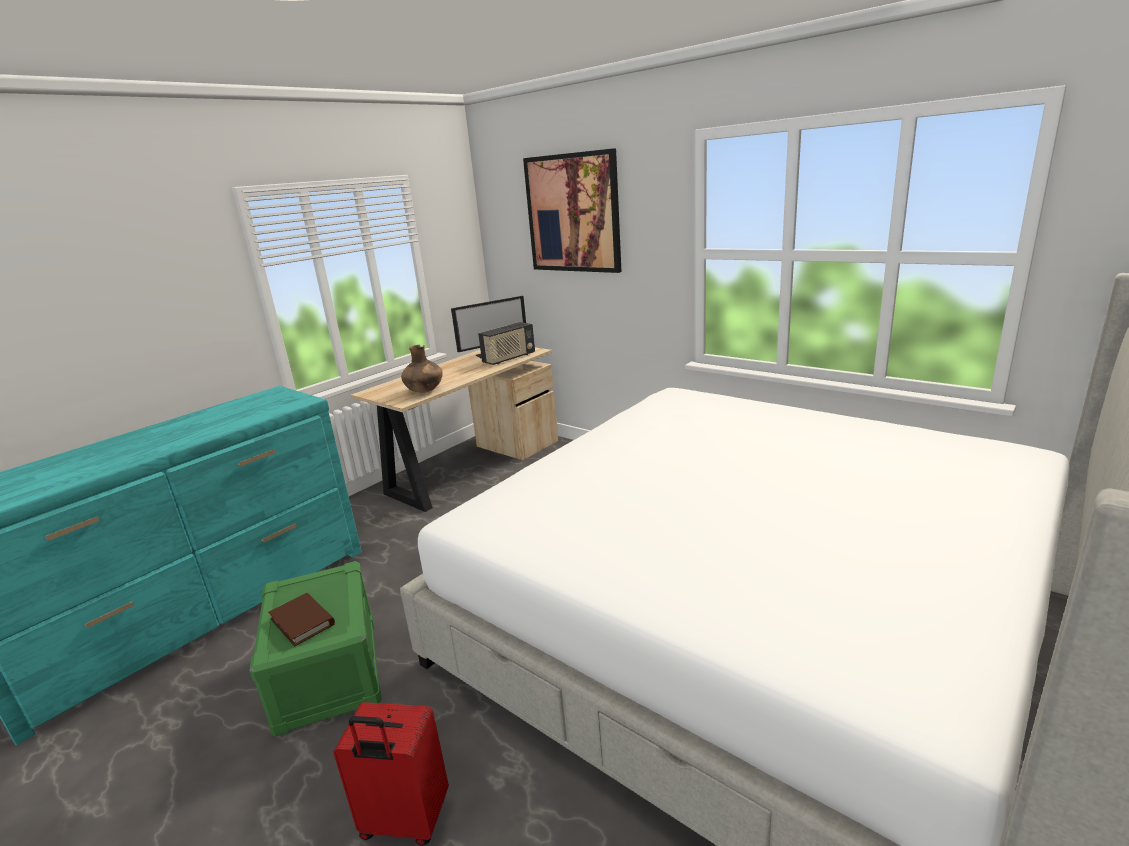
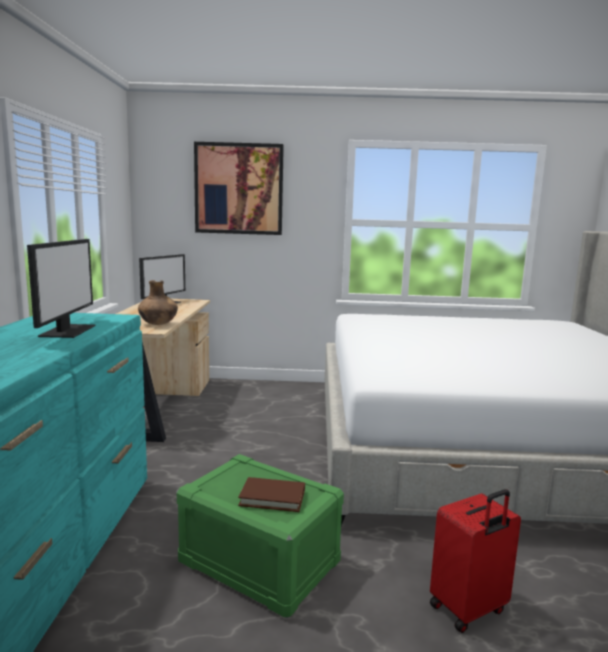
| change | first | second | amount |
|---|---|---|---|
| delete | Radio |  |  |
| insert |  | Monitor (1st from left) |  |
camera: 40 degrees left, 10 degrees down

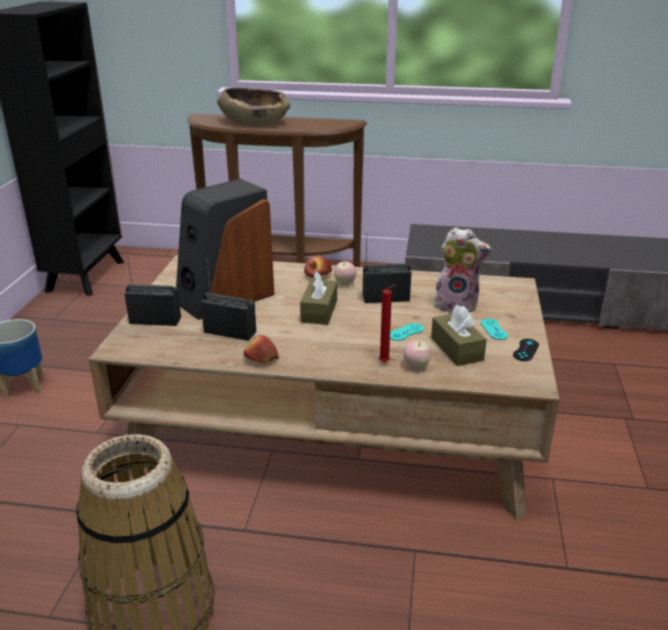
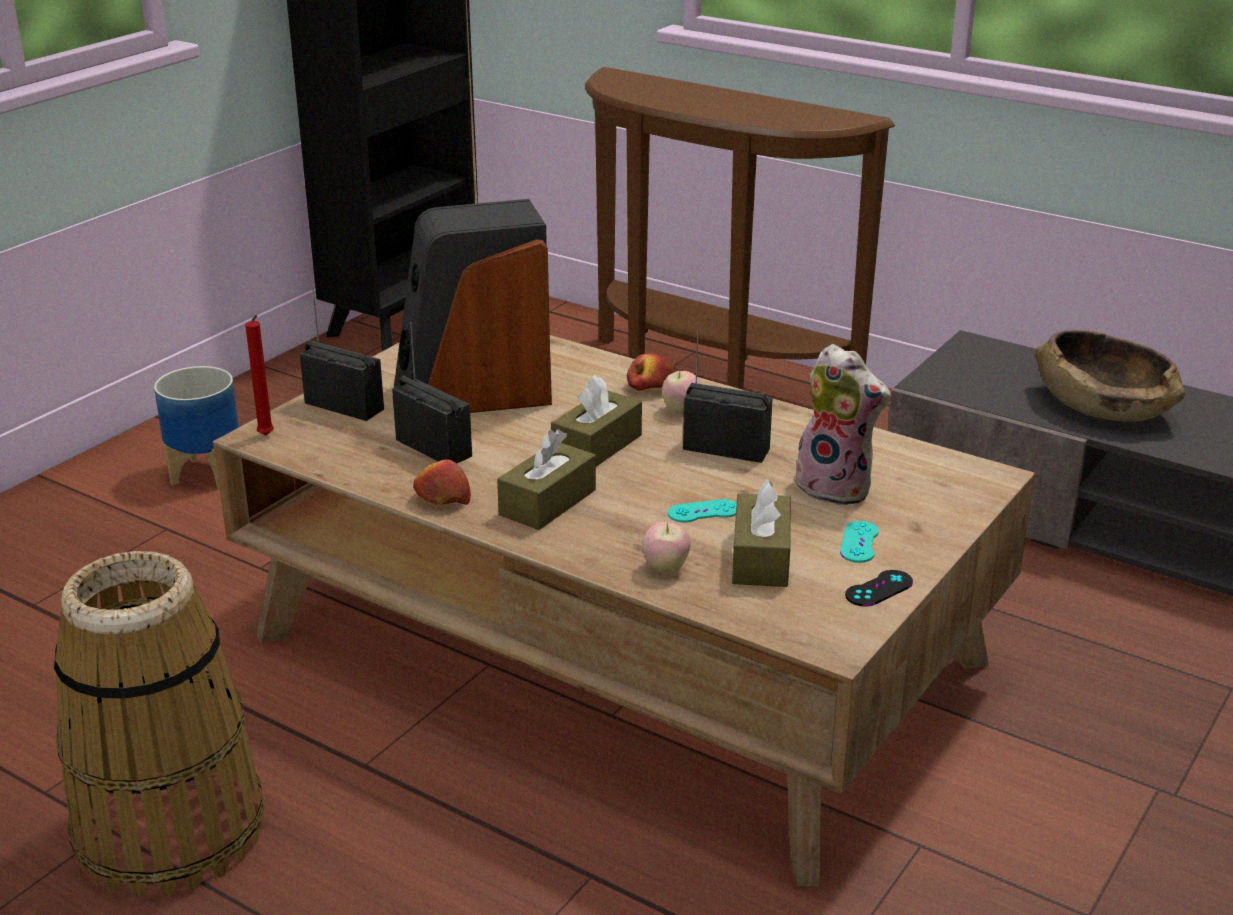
| change | first | second | amount |
|---|---|---|---|
| move | Schüssel [braun] |  |  |
| move | Kerze [rot] |  |  |
| insert |  | Taschentuchbox [braun] (1st from left) |  |
camera: 25 degrees right, 0 degrees up

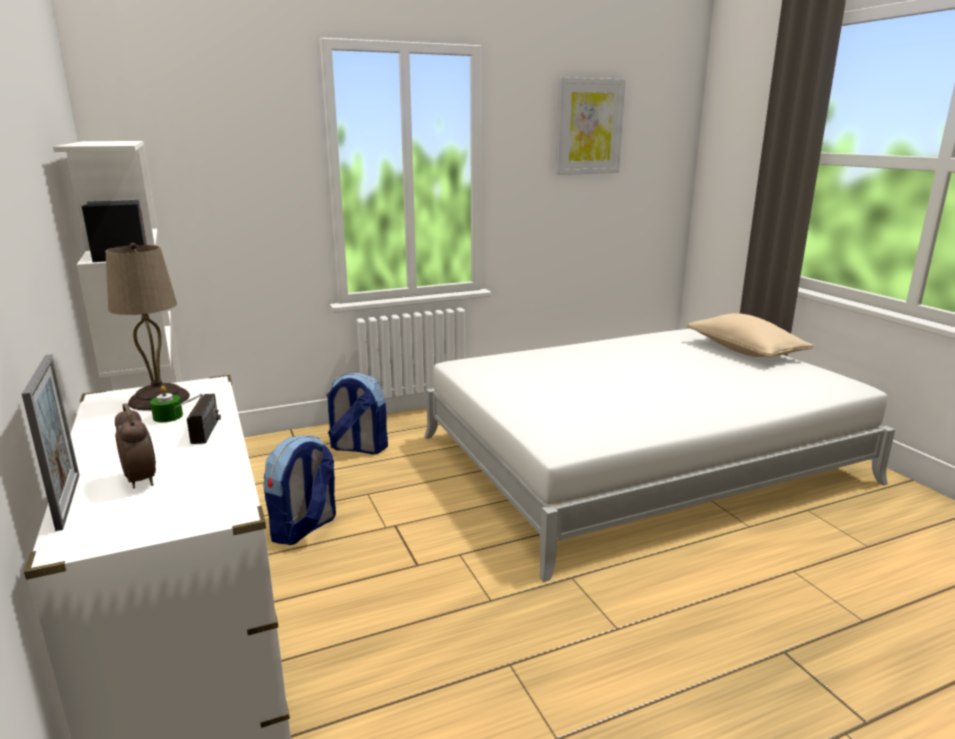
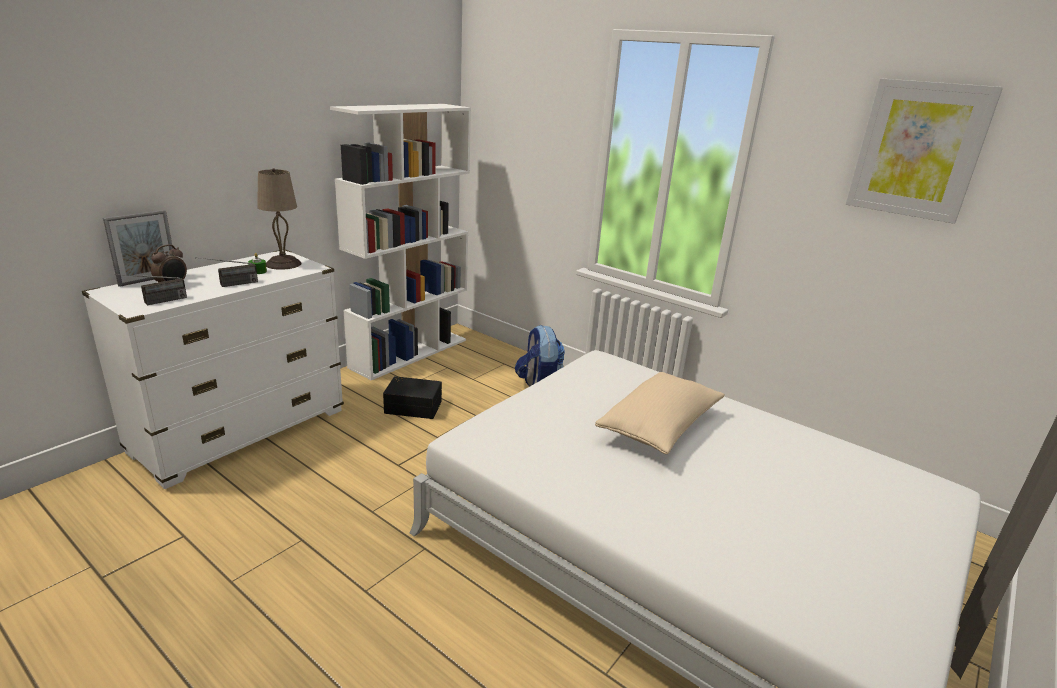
| change | first | second | amount |
|---|---|---|---|
| move | Kissen [beige] |  |  |
| replace | Rucksack (1st from left) | Aufbewahrungsbox [schwarz] |  |
| insert |  | Radio (1st from left) |  |
camera: 60 degrees right, 5 degrees up

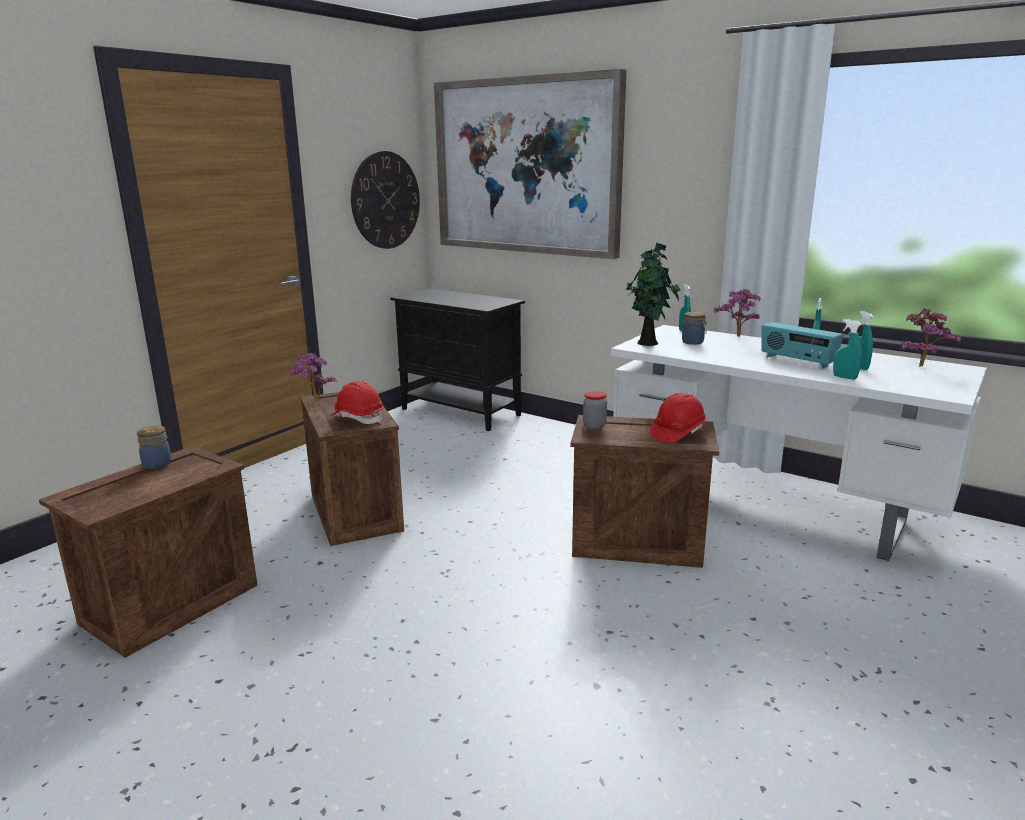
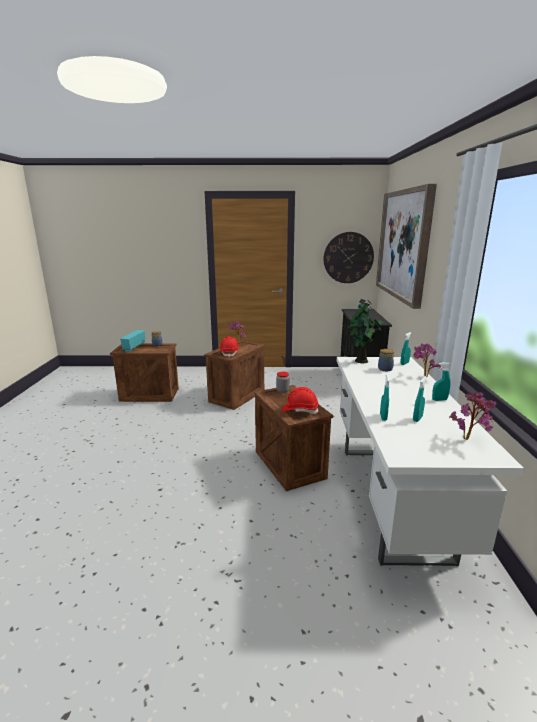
| change | first | second | amount |
|---|---|---|---|
| move | Radio |  |  |
camera: 55 degrees right, 0 degrees up

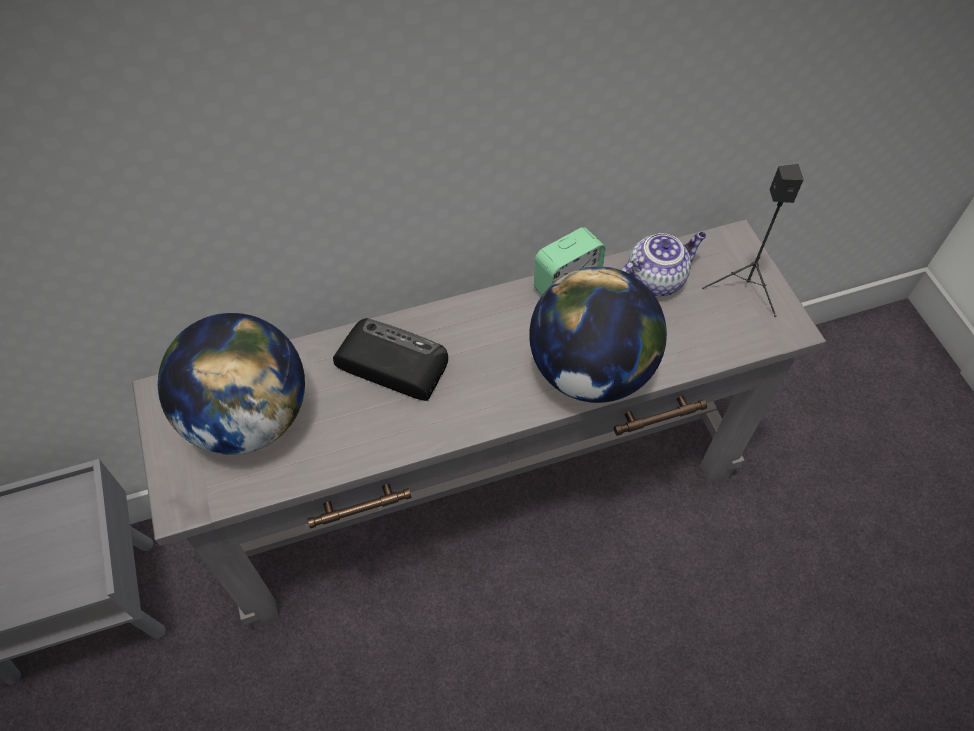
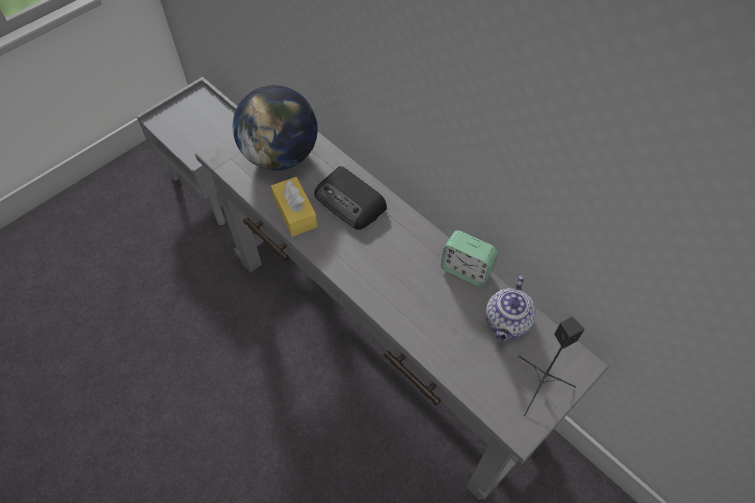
| change | first | second | amount |
|---|---|---|---|
| rotate | Teekanne |  | 75 degrees clockwise |
| delete | Globus (2nd from left) |  |  |
| rotate | Radio |  | 135 degrees clockwise |
| insert |  | Taschentuchbox [gelb] |  |
camera: 65 degrees right, 0 degrees up

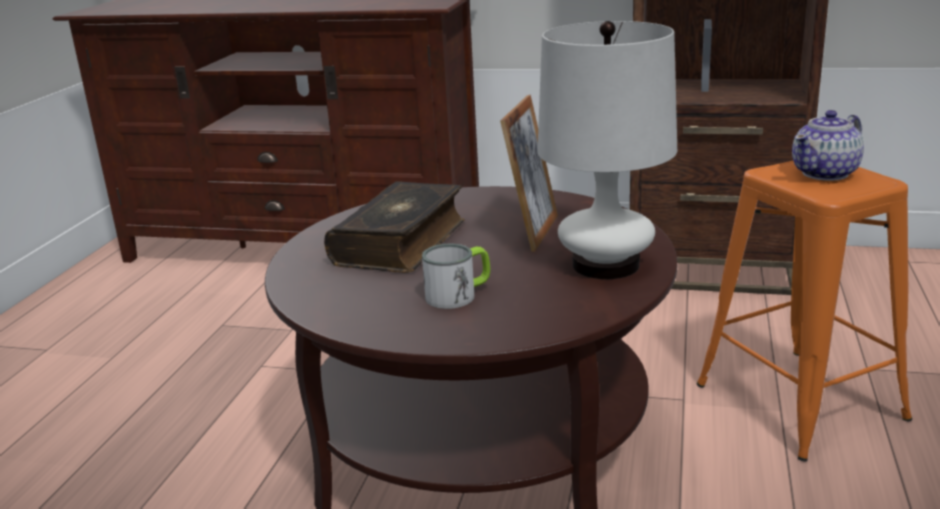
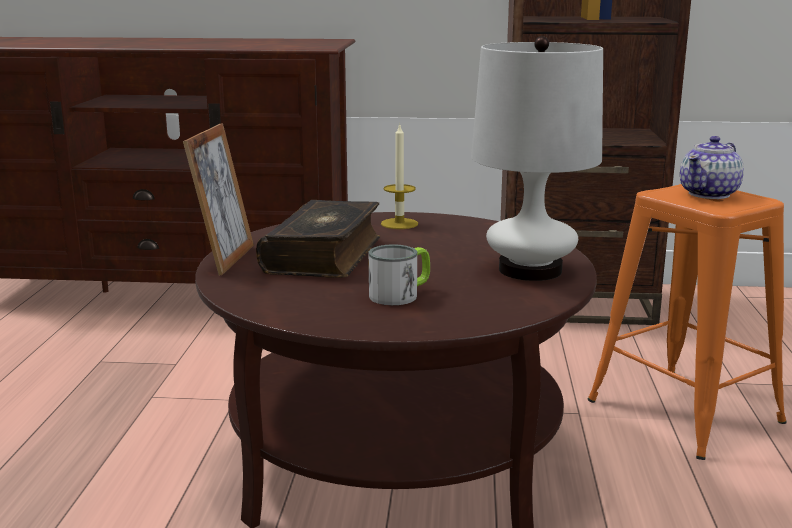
| change | first | second | amount |
|---|---|---|---|
| move | Bilderrahmen |  |  |
| insert |  | Kerze |  |
camera: 10 degrees left, 5 degrees down

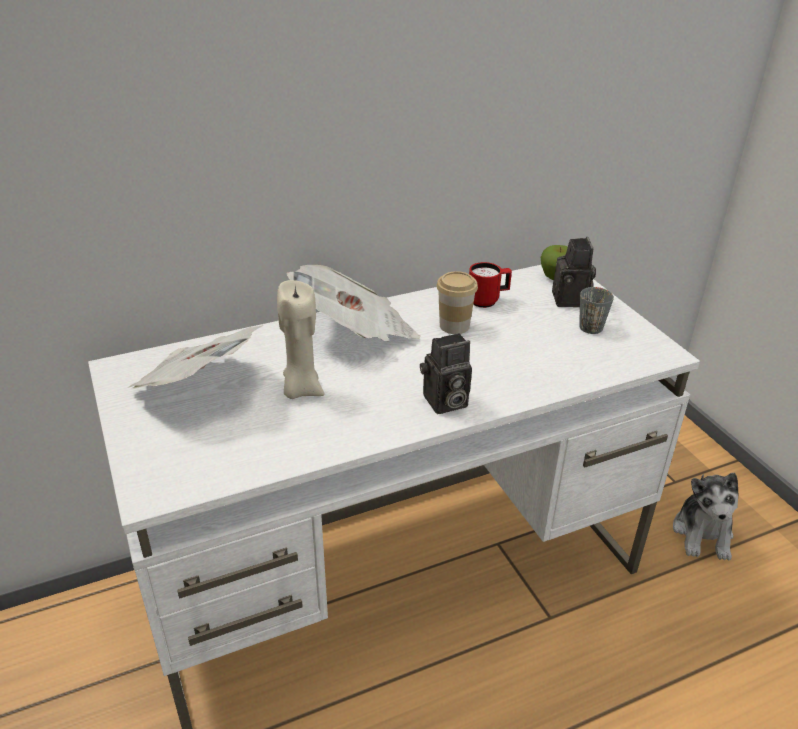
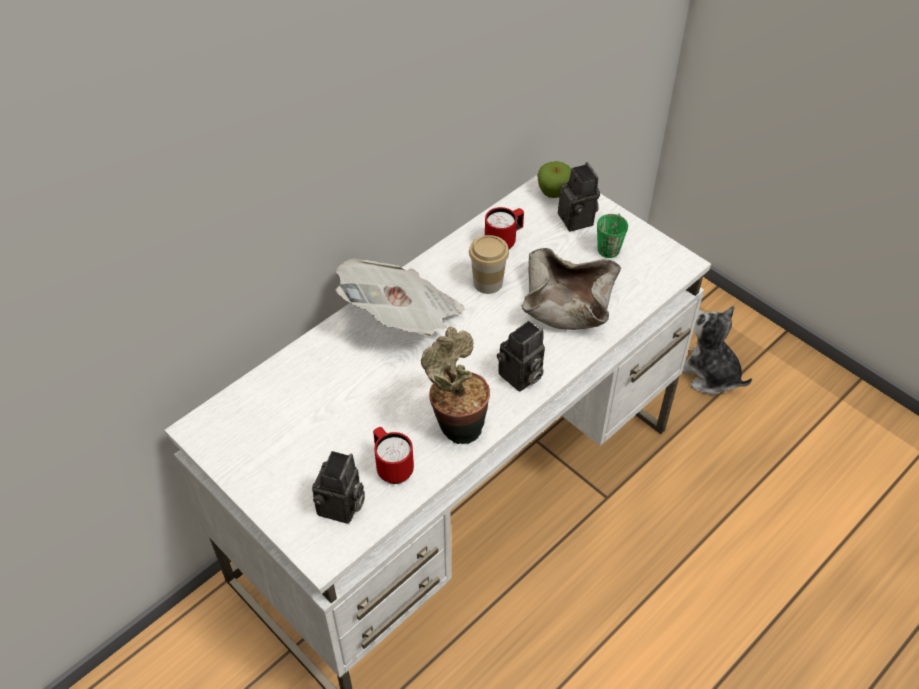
| change | first | second | amount |
|---|---|---|---|
| delete | Kerze [beige] |  |  |
| recolor | Henkelbecher [grau] | Henkelbecher [grün] |  |
| delete | Zeitung (1st from left) |  |  |
| rotate | Plüschtier |  | 150 degrees clockwise |
| insert |  | Schüssel [beige] |  |
| insert |  | Topfpflanze |  |
| insert |  | Henkelbecher [rot] (1st from left) |  |
| insert |  | Kamera (1st from left) |  |
camera: 20 degrees left, 15 degrees up

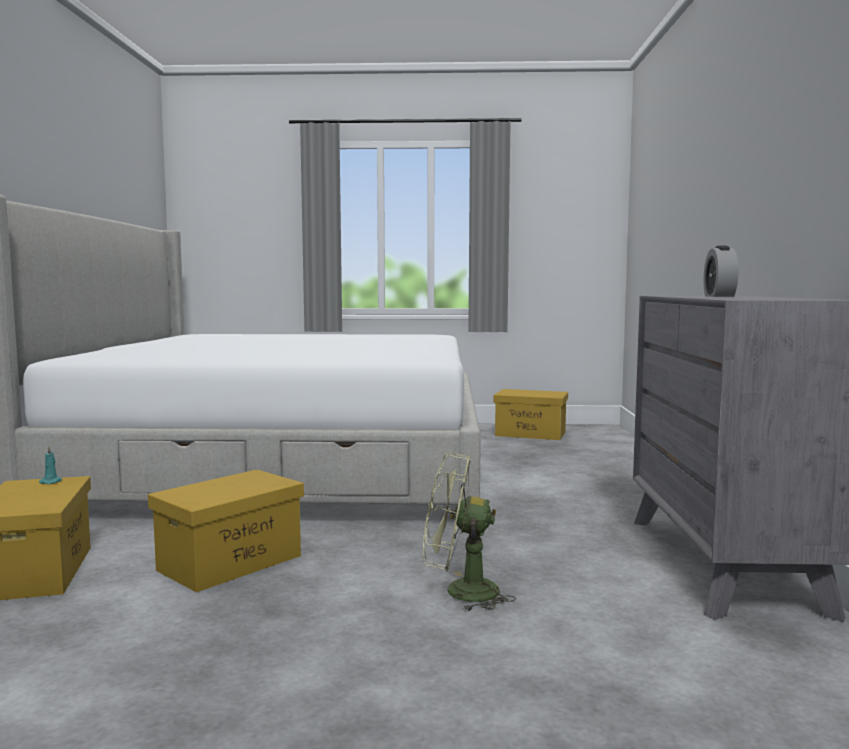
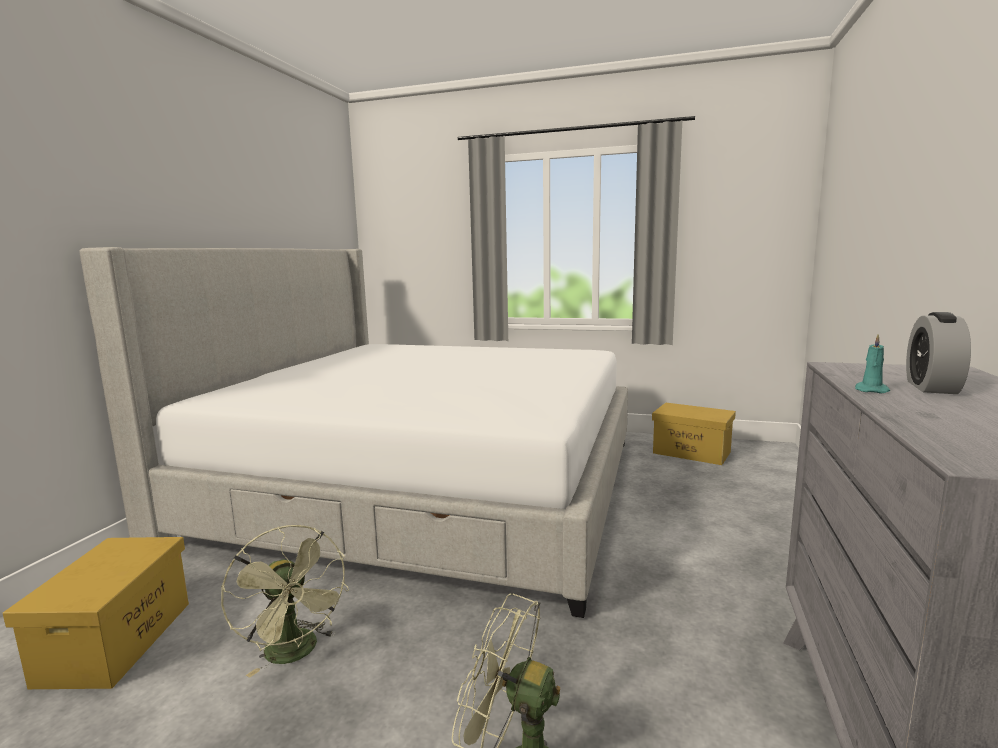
| change | first | second | amount |
|---|---|---|---|
| move | Kerze [türkis] |  |  |
| replace | Aufbewahrungsbox [gelb] (2nd from left) | Ventilator [grün] (1st from left) |  |
camera: 15 degrees right, 5 degrees up

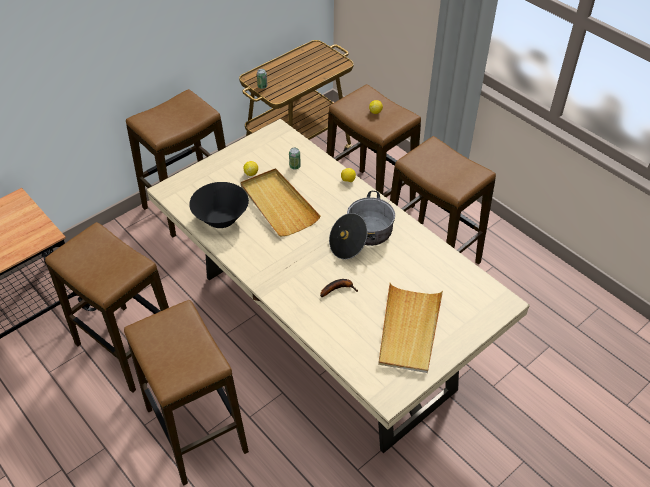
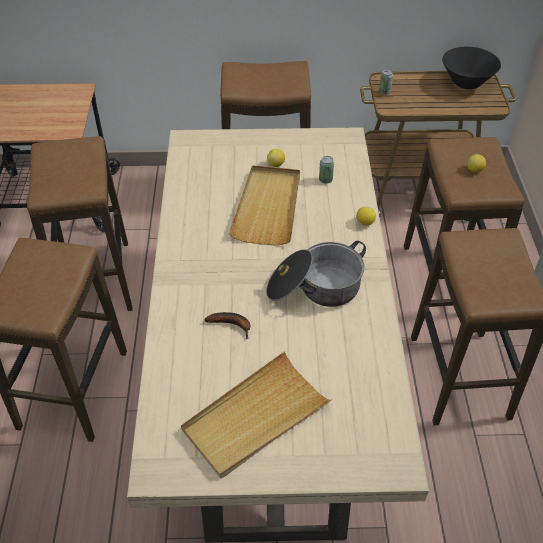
| change | first | second | amount |
|---|---|---|---|
| move | Schüssel [schwarz] |  |  |
camera: 40 degrees right, 0 degrees up

